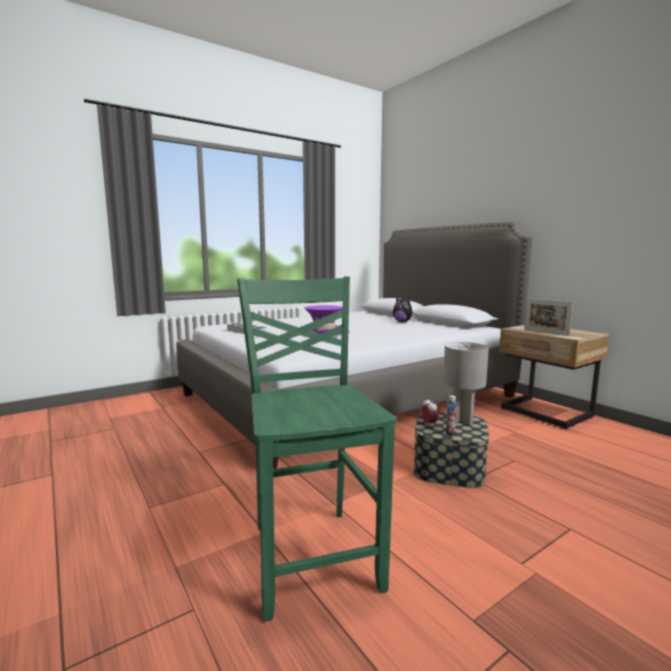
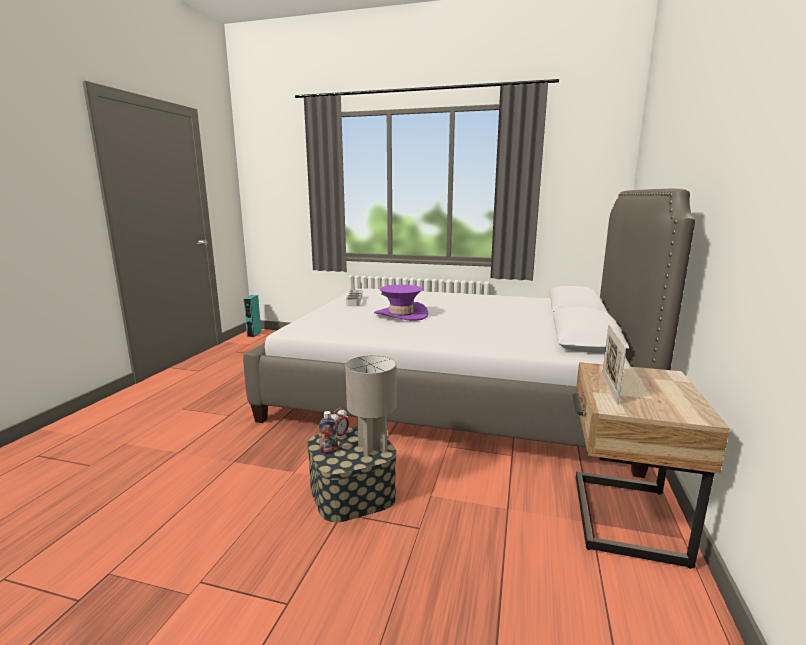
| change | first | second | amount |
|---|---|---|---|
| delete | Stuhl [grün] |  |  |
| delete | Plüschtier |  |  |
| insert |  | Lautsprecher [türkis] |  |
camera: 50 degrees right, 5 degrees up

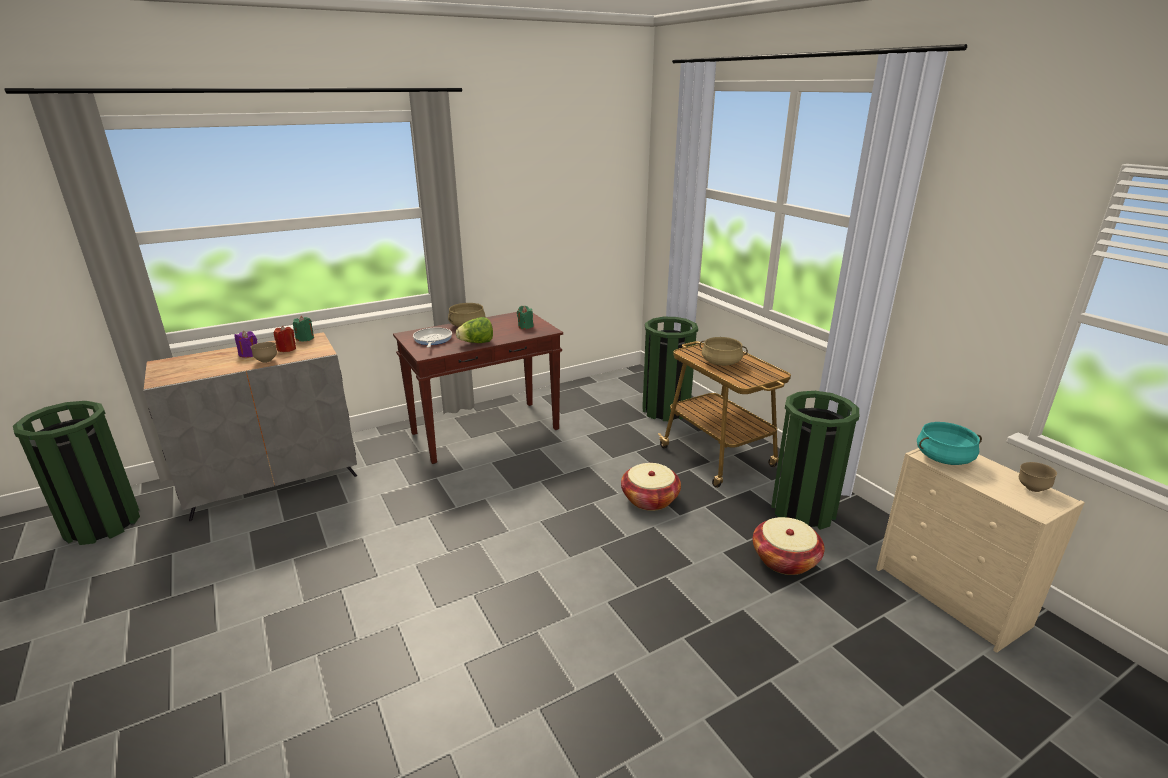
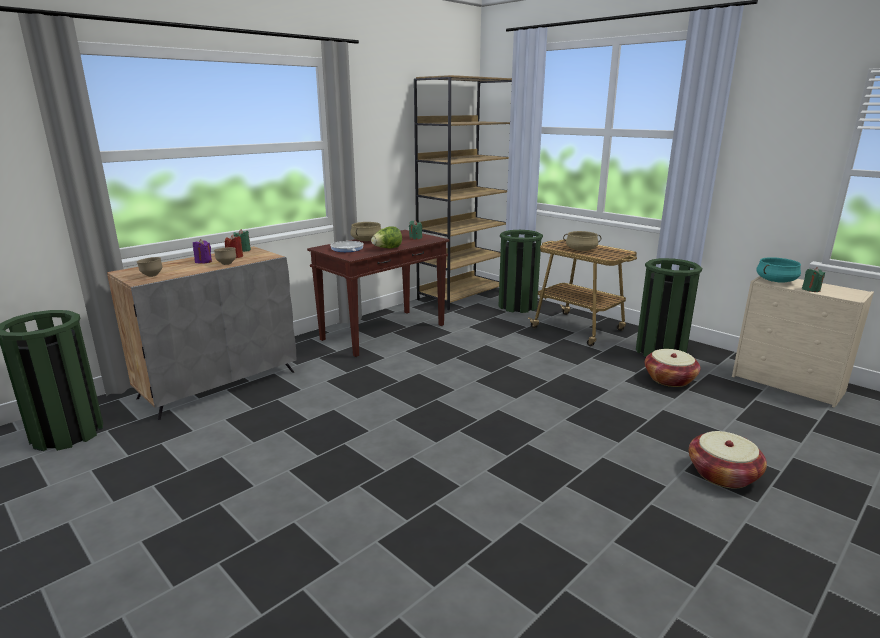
| change | first | second | amount |
|---|---|---|---|
| move | Schüssel [braun] (2nd from left in the first image) | Schüssel [braun] (1st from left) |  |
| move | Korb (1st from left in the first image) | Korb (2nd from left) |  |
| insert |  | Bücherregal [braun] |  |
| insert |  | Kerze [grün] (3rd from left) |  |
camera: 15 degrees left, 5 degrees down

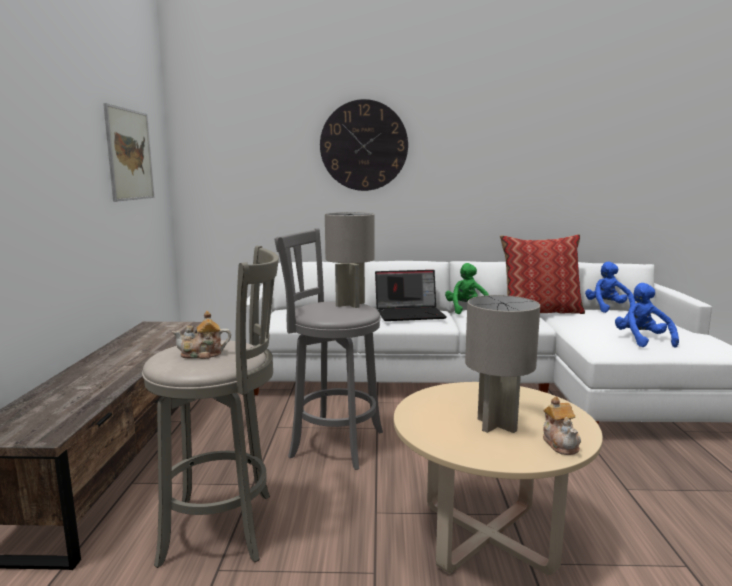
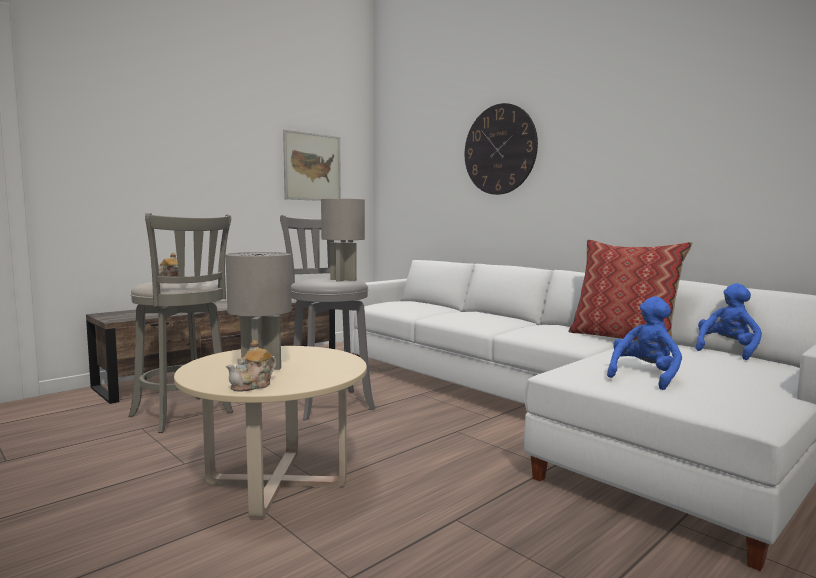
| change | first | second | amount |
|---|---|---|---|
| delete | Plüschtier [grün] |  |  |
| delete | Laptop |  |  |
camera: 45 degrees right, 5 degrees down

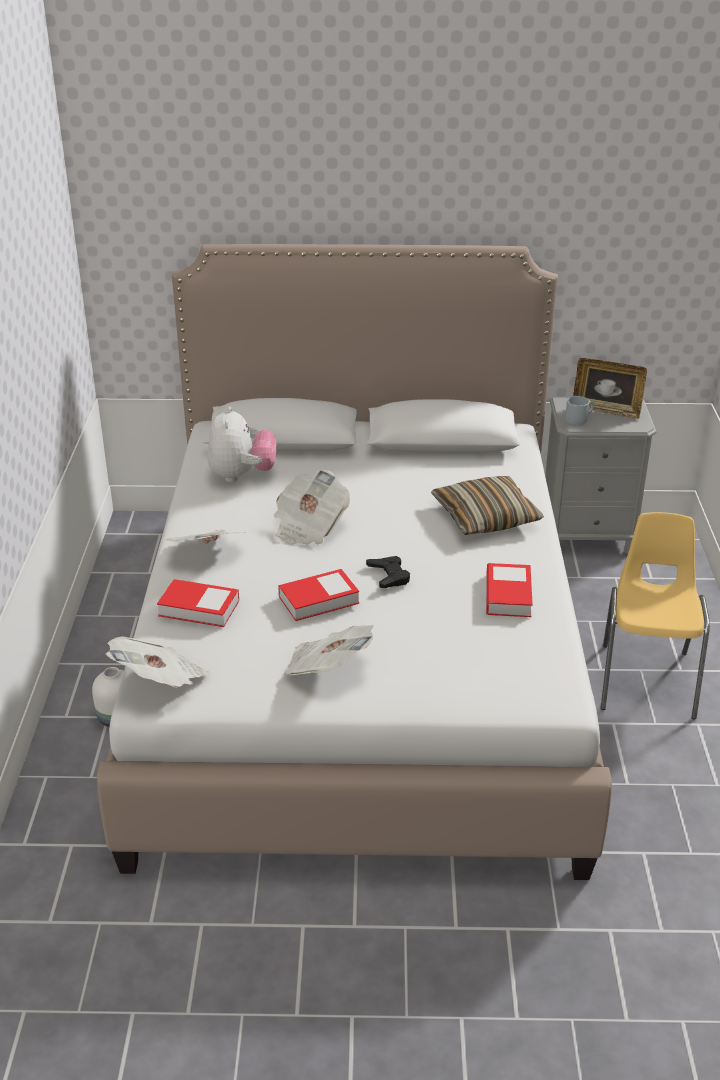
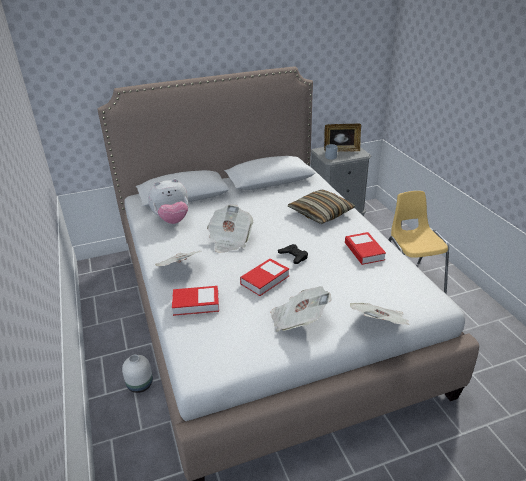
| change | first | second | amount |
|---|---|---|---|
| rotate | Plüschtier |  | 90 degrees clockwise |
| move | Zeitung (1st from left in the first image) | Zeitung (4th from left) |  |
camera: 20 degrees left, 0 degrees up

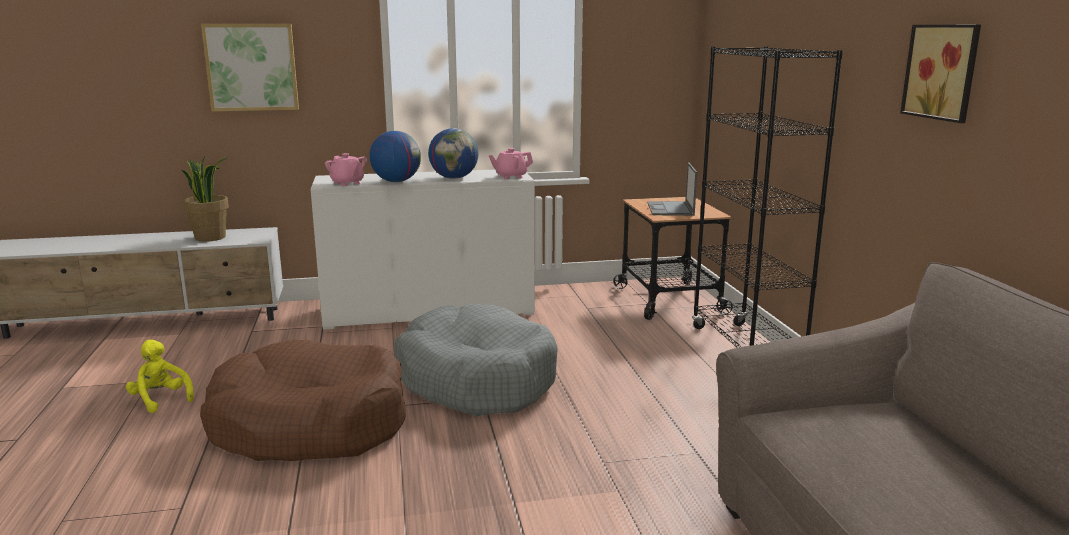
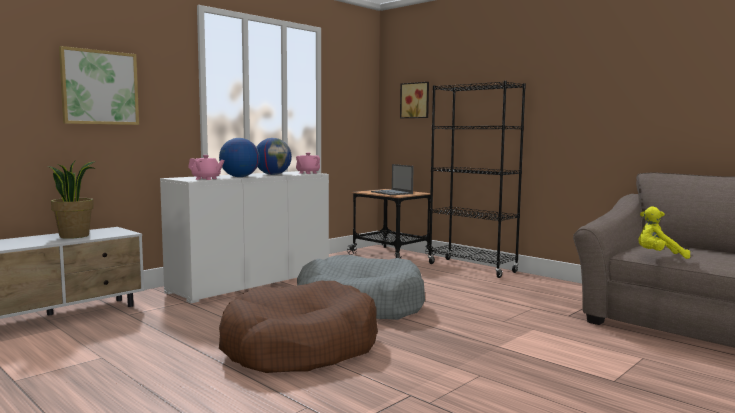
| change | first | second | amount |
|---|---|---|---|
| move | Bild (2nd from left) |  |  |
| move | Plüschtier [gelb] |  |  |
camera: 35 degrees left, 10 degrees down

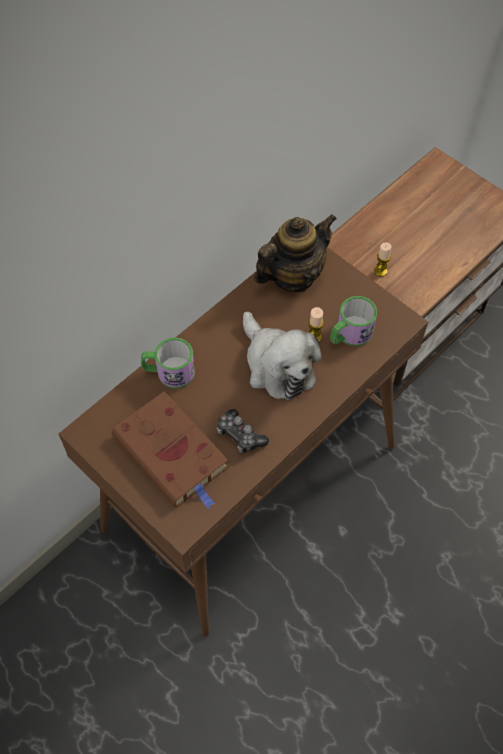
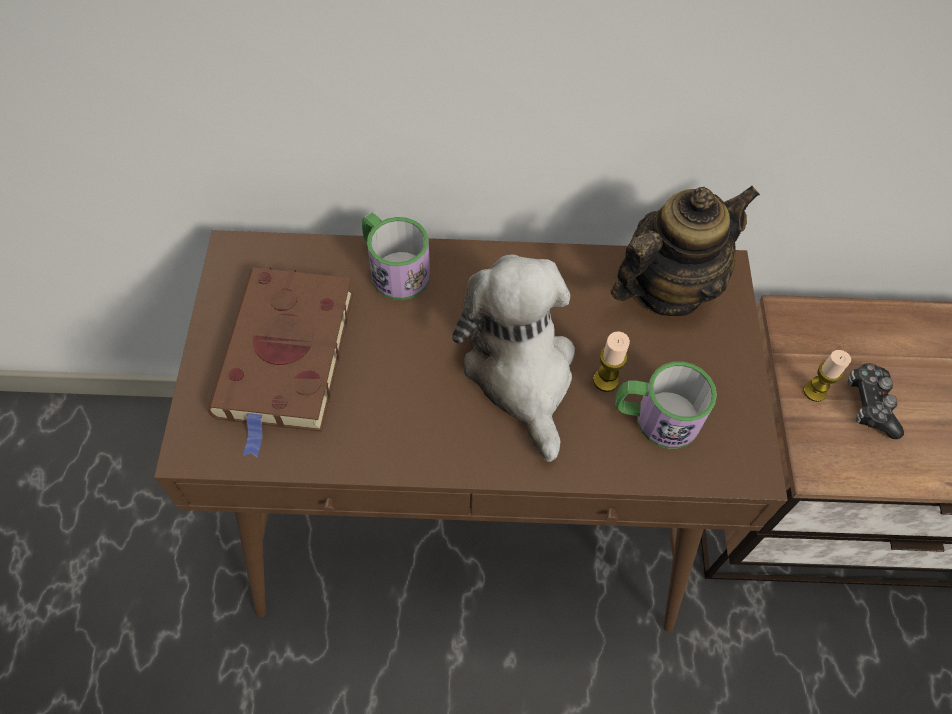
| change | first | second | amount |
|---|---|---|---|
| rotate | Teekanne |  | 45 degrees counterclockwise |
| rotate | Plüschtier |  | 150 degrees clockwise |
| move | Gamepad |  |  |
camera: 45 degrees right, 0 degrees up

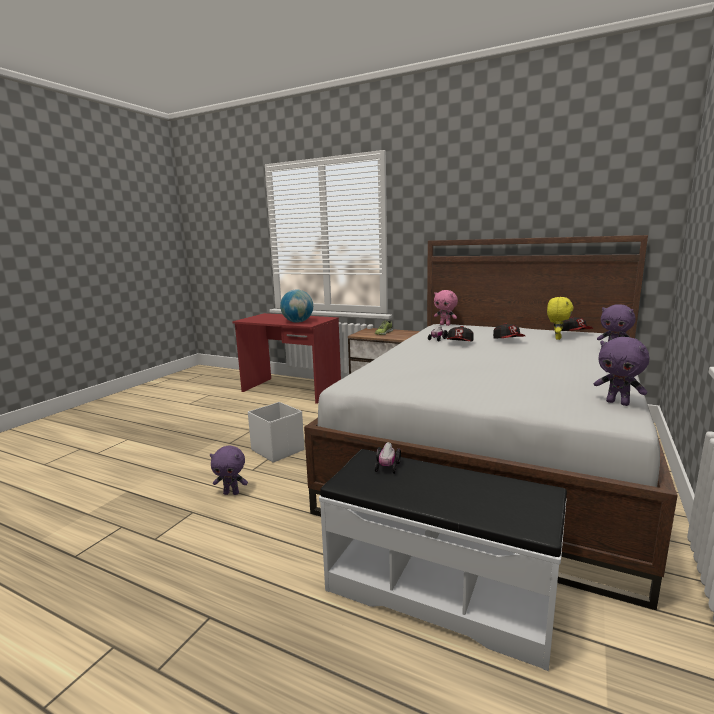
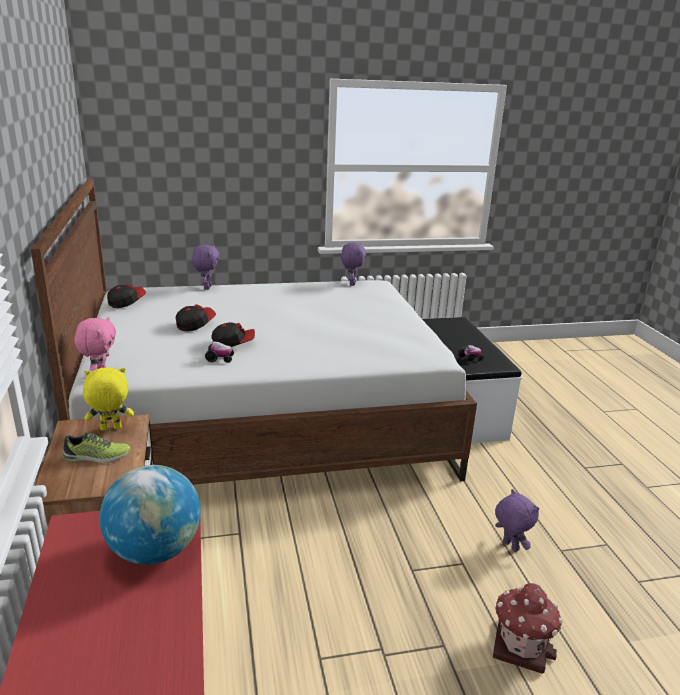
| change | first | second | amount |
|---|---|---|---|
| move | Plüschtier [gelb] |  |  |
| delete | Aufbewahrungsbox [weiß] |  |  |
| insert |  | Spielzeughaus |  |
camera: 130 degrees left, 10 degrees up

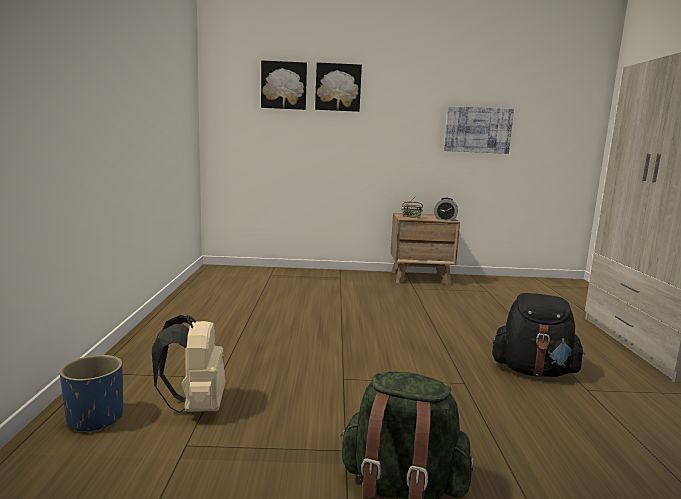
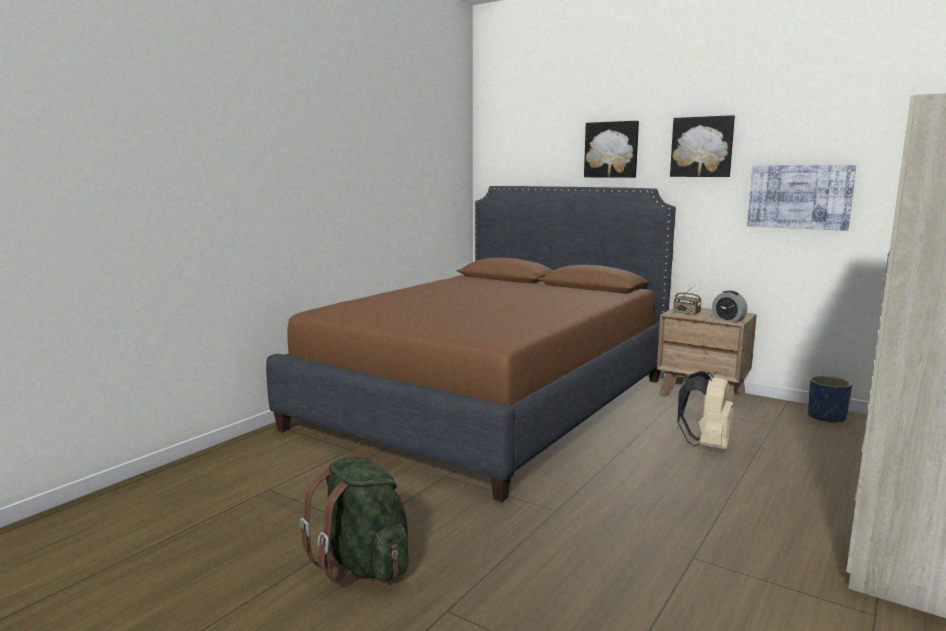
| change | first | second | amount |
|---|---|---|---|
| move | Bild (1st from left in the first image) | Bild (2nd from left) |  |
| delete | Rucksack [schwarz] |  |  |
| move | Rucksack [beige] |  |  |
| move | Pflanzkübel [blau] |  |  |
| insert |  | Bett [braun] |  |
camera: 35 degrees right, 0 degrees up

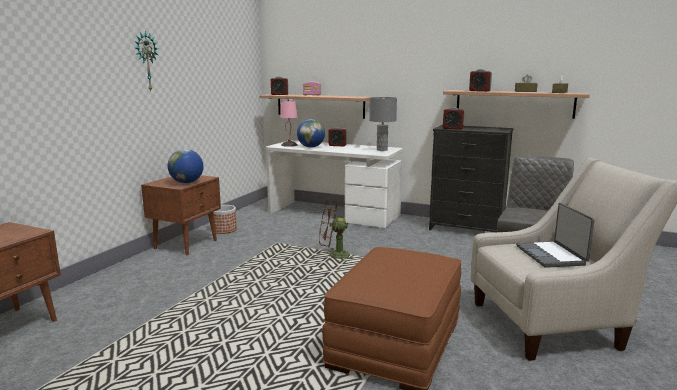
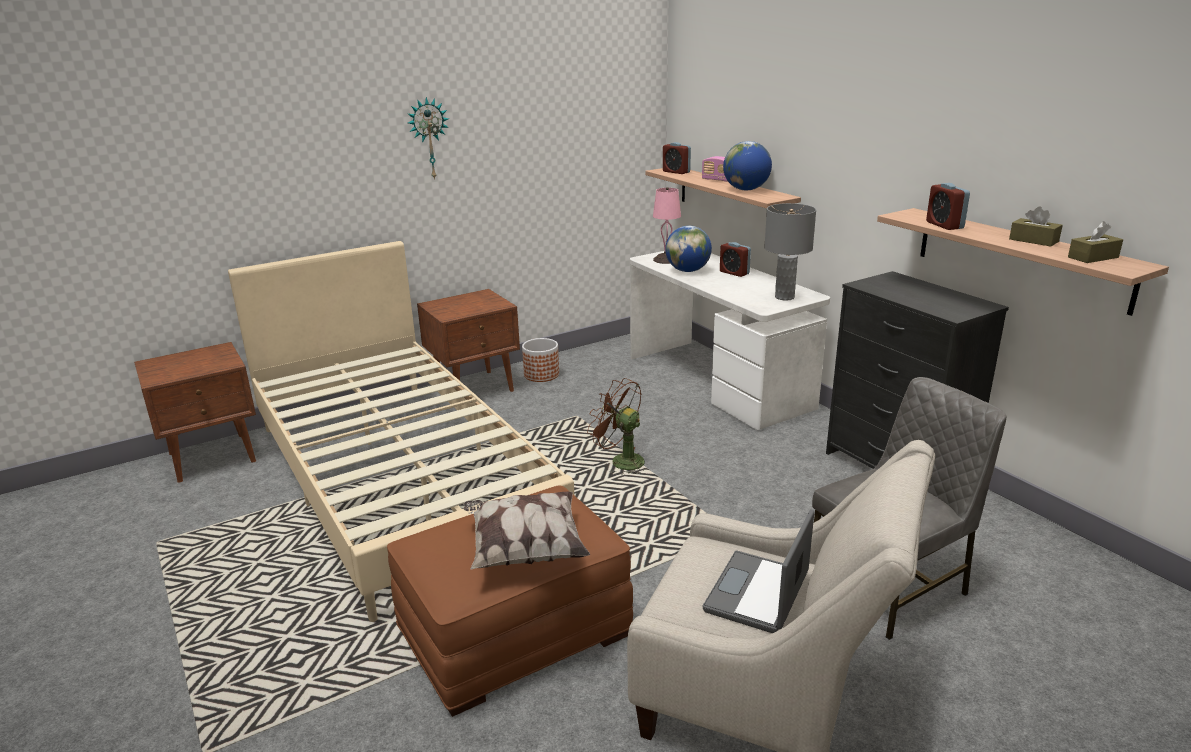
| change | first | second | amount |
|---|---|---|---|
| delete | Wecker (3rd from left) |  |  |
| move | Globus (1st from left in the first image) | Globus (2nd from left) |  |
| insert |  | Bett [beige] |  |
| insert |  | Kissen |  |
camera: 35 degrees right, 10 degrees up

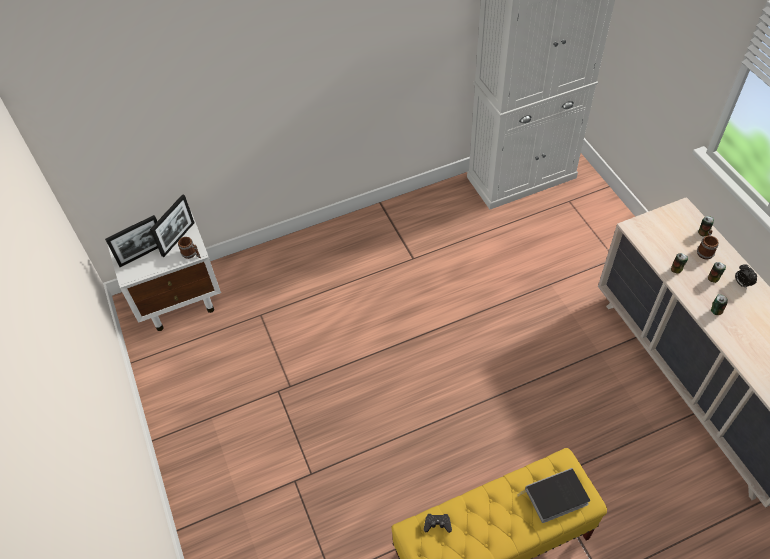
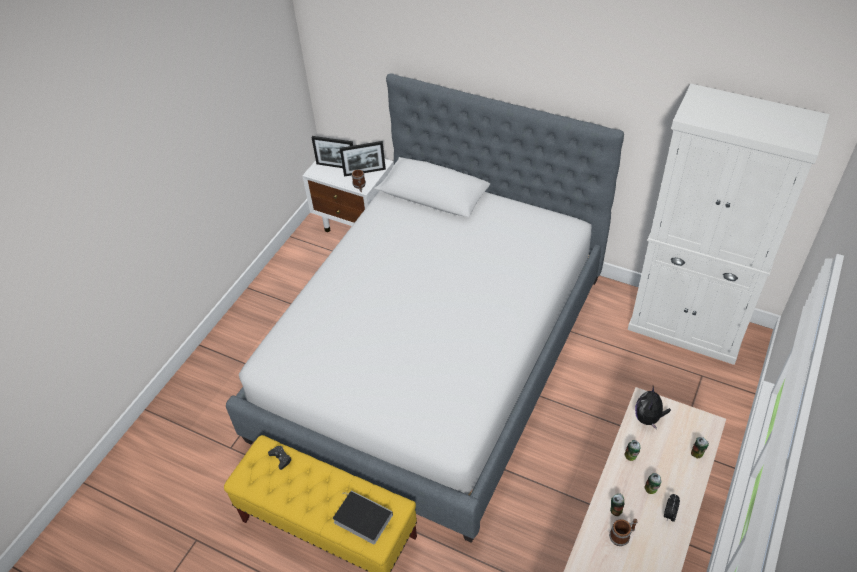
| change | first | second | amount |
|---|---|---|---|
| move | Henkelbecher (2nd from left) |  |  |
| insert |  | Bett |  |
| insert |  | Plüschtier |  |
camera: 50 degrees right, 5 degrees down

